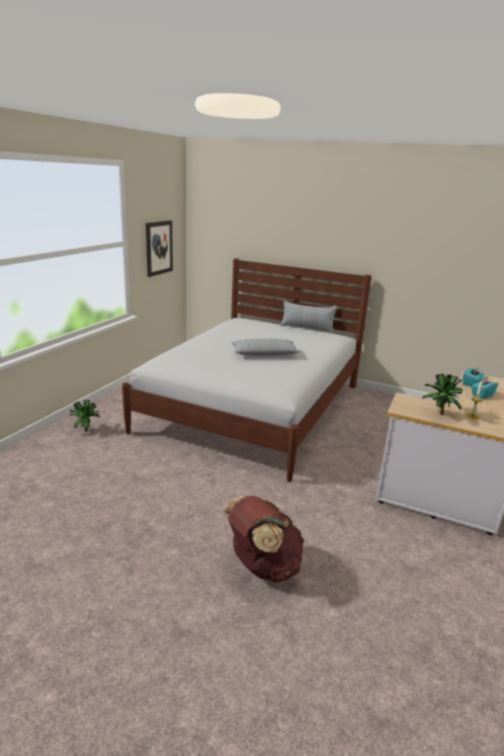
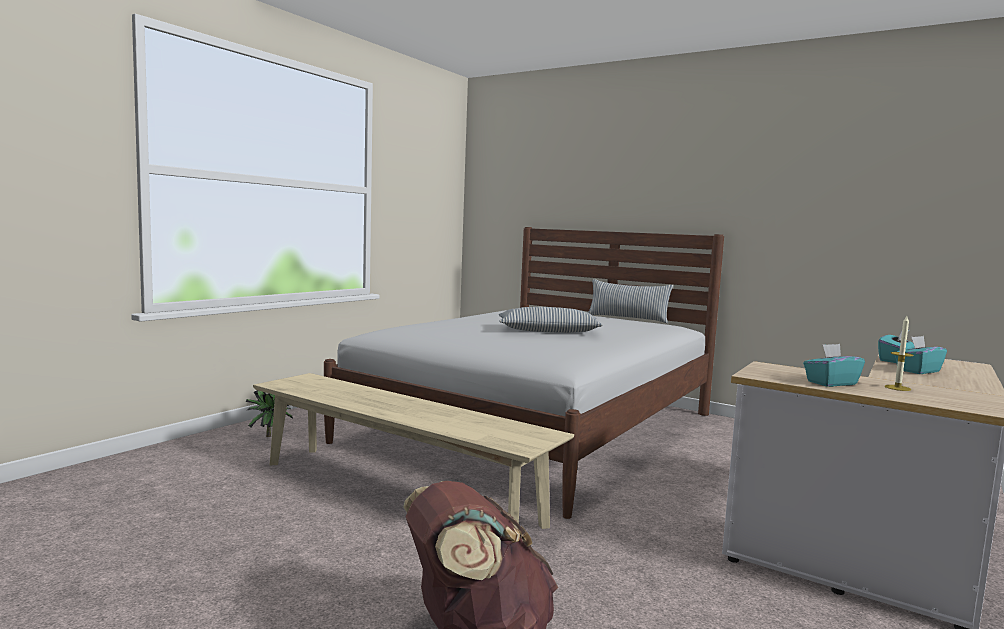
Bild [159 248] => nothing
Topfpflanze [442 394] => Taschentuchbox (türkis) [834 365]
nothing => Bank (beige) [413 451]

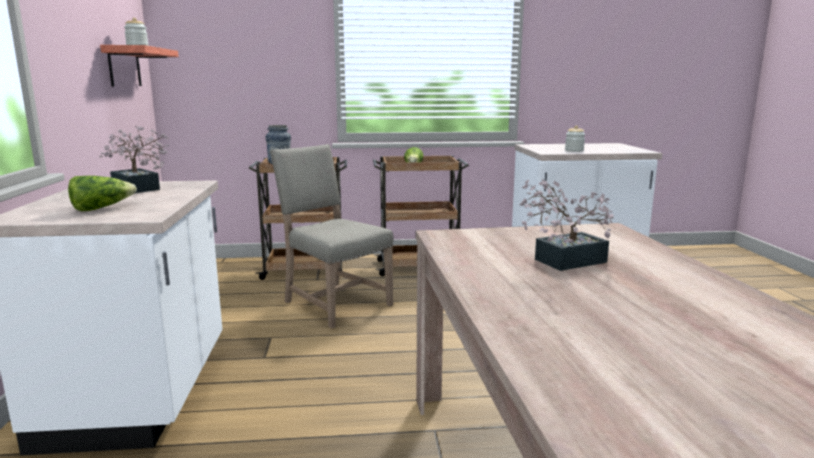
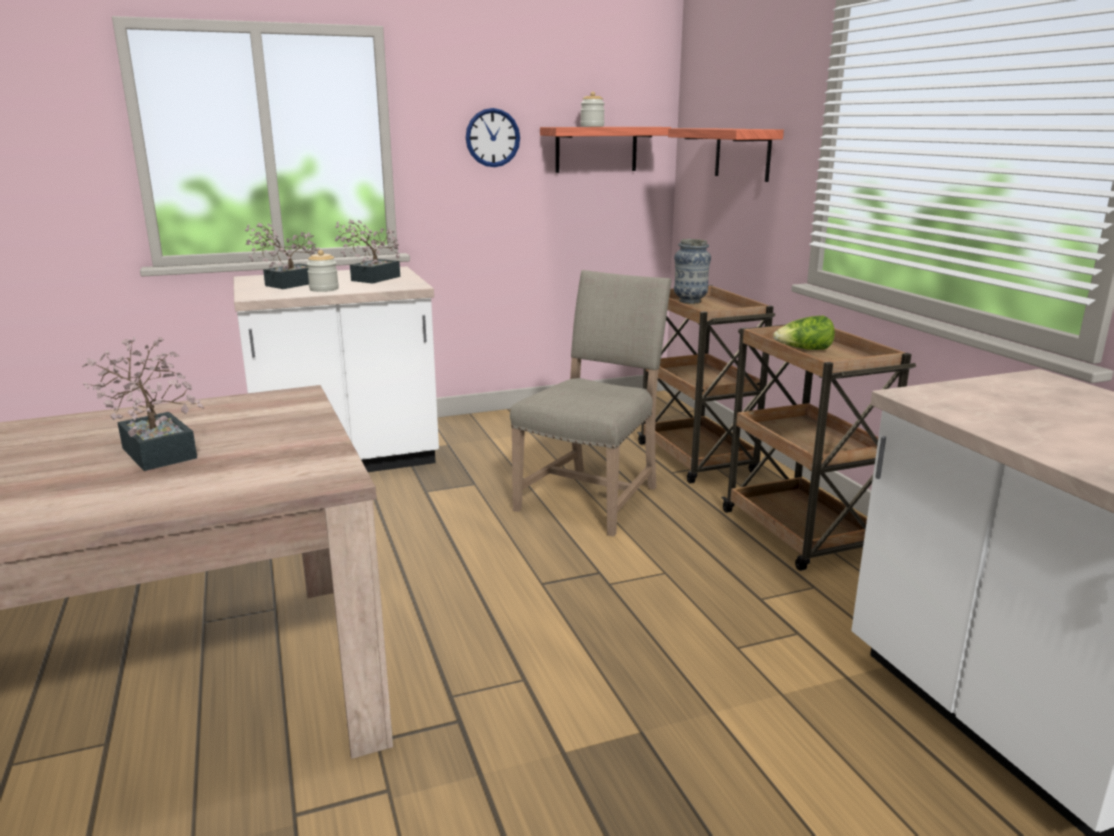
Vorratsglas [575 138] => Vorratsglas [323 271], move
Salatkopf [102 193] => Topfpflanze [282 255]
nothing => Wanduhr [493 137]
nothing => Wandregal [726 155]

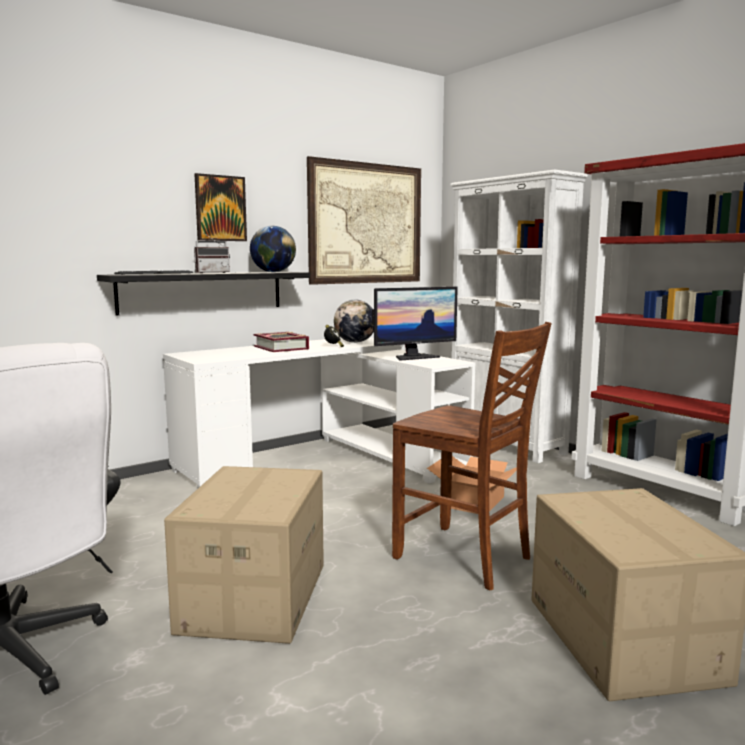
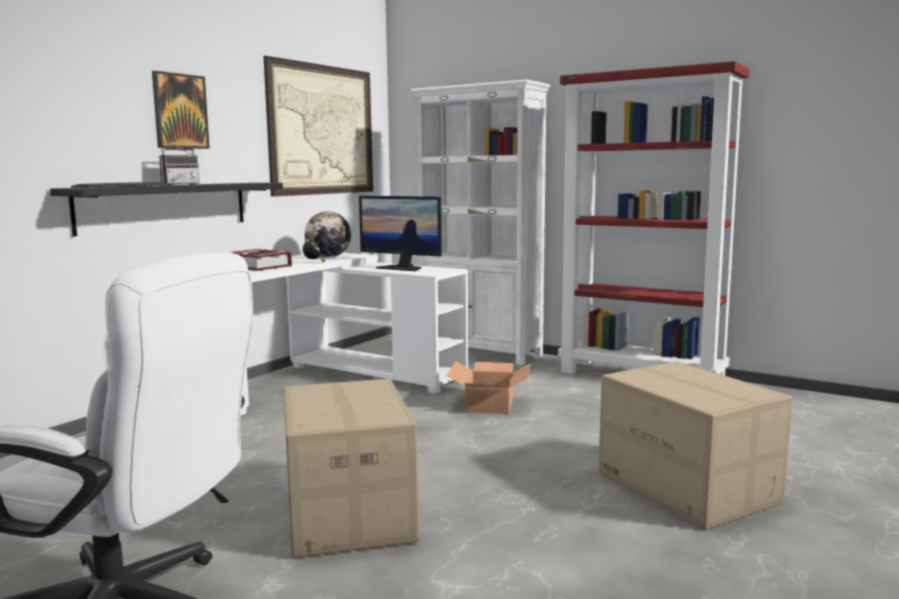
Globus [273 249] => nothing
Monitor [415 324] => Monitor [400 233], 75 degrees clockwise
Stuhl (braun) [472 456] => nothing

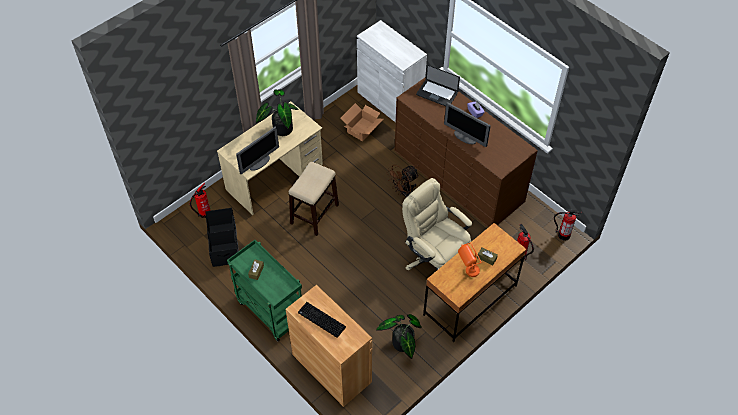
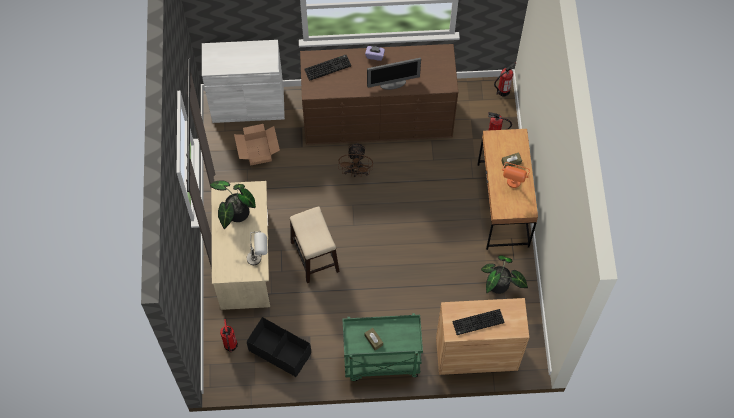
Laptop [438 85] => Tastatur [327 68]
Monitor [257 150] => Tischlampe (grau) [257 248]
Bürostuhl (beige) [437 224] => nothing

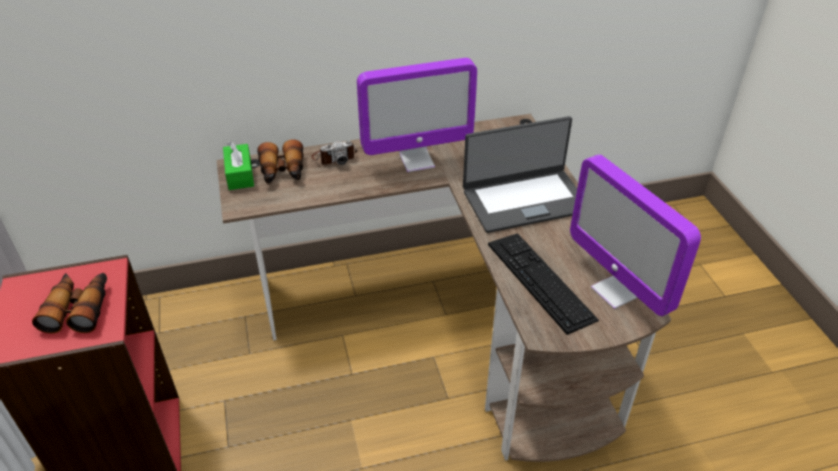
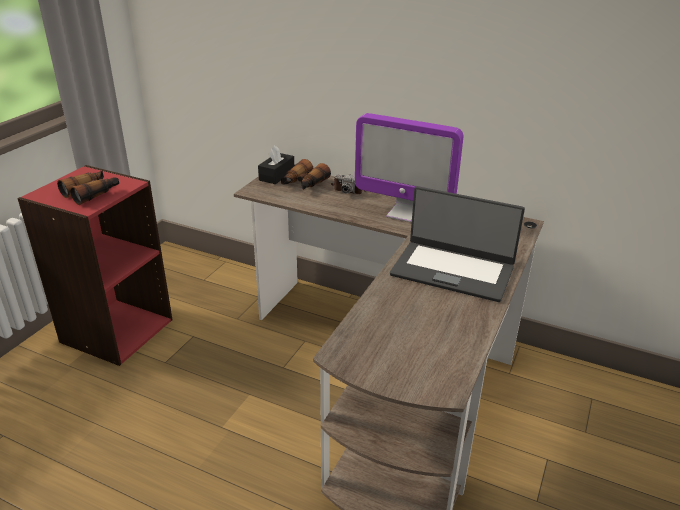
Taschentuchbox (grün) [238 165] => Taschentuchbox (schwarz) [276 164]
Monitor [635 235] => nothing
Tastatur [543 284] => nothing

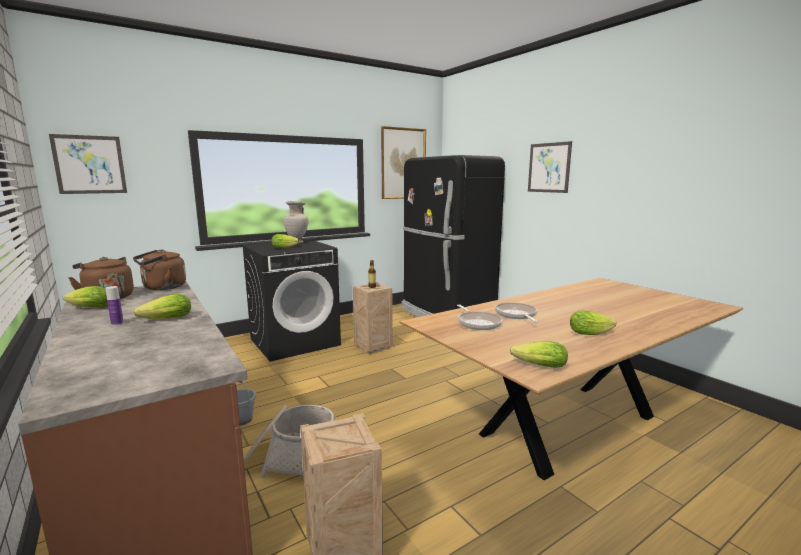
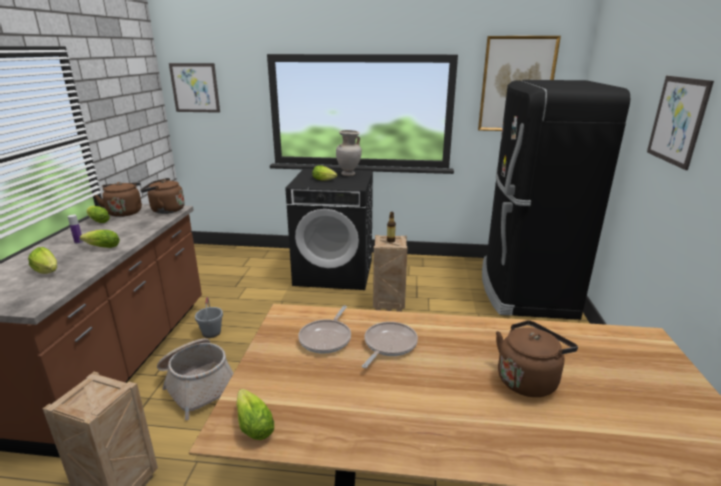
Salatkopf [593 322] => Salatkopf [42 260], move
nothing => Wasserkessel (braun) [537 358]

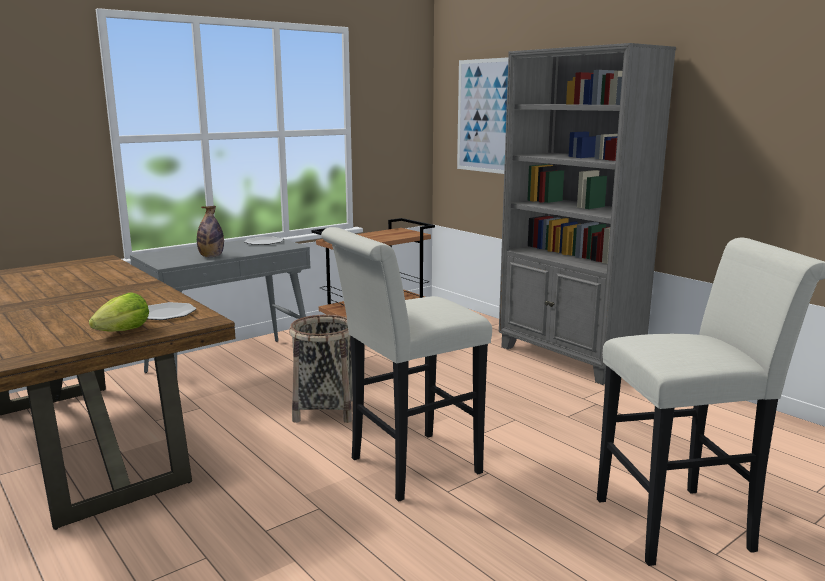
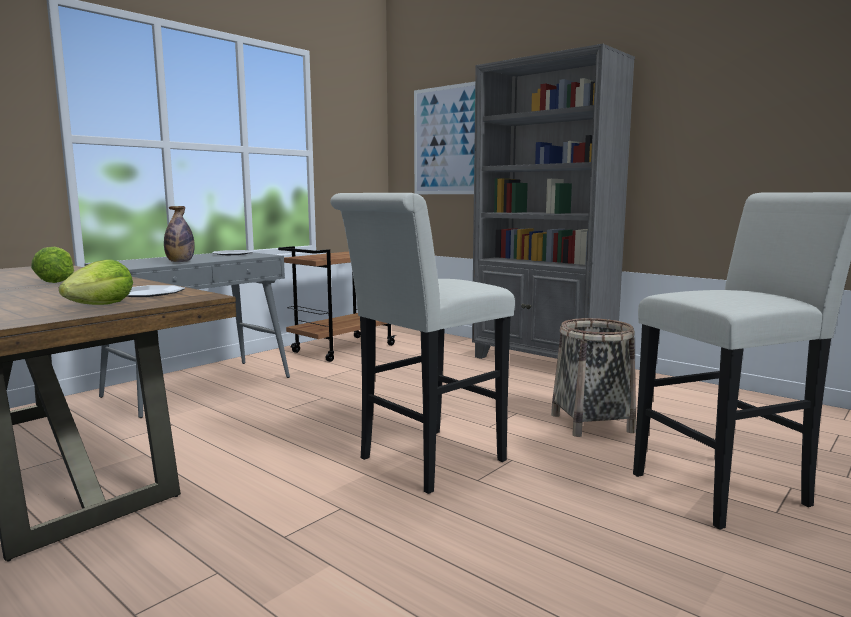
Korb [321 369] => Korb [593 377], move
nothing => Salatkopf [52 265]

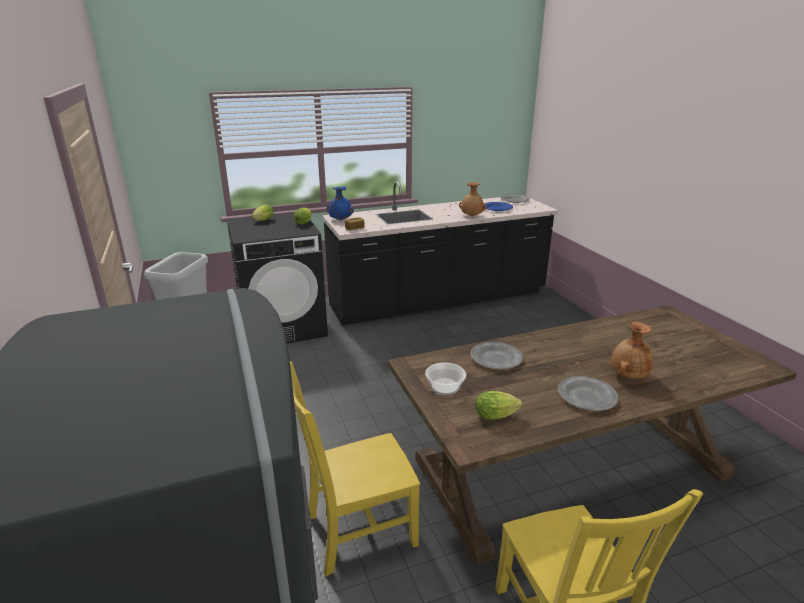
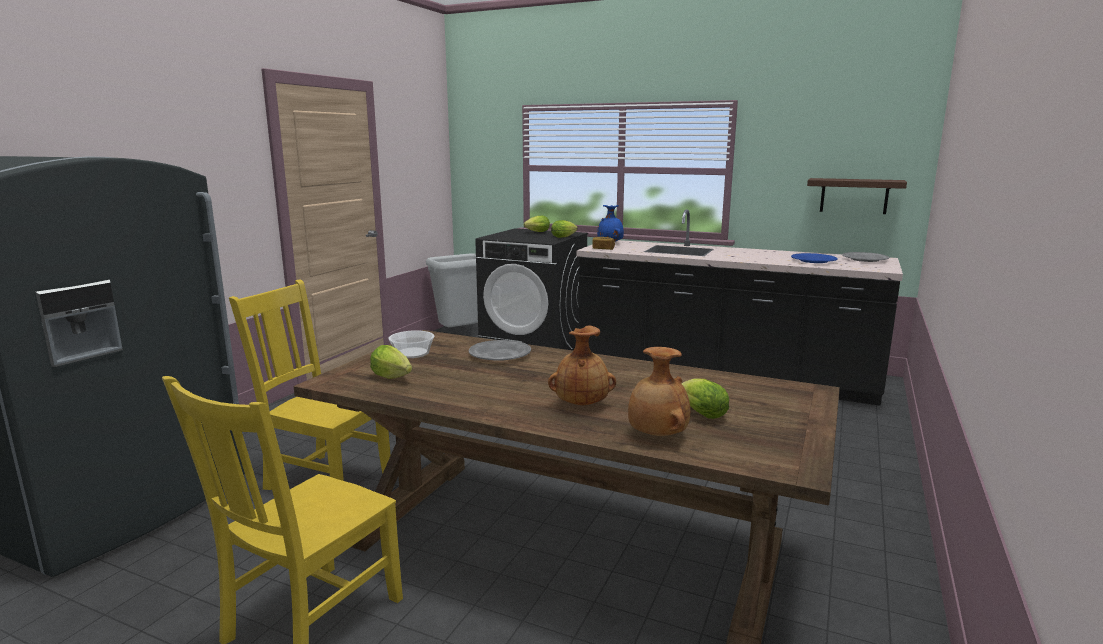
Vase (braun) [472 199] => Vase (braun) [659 391], move
Teller (grau) [588 393] => nothing
nothing => Wandregal [857 196]
nothing => Salatkopf [705 399]

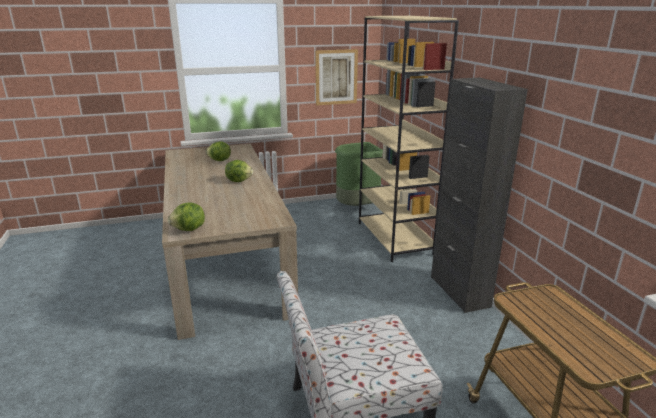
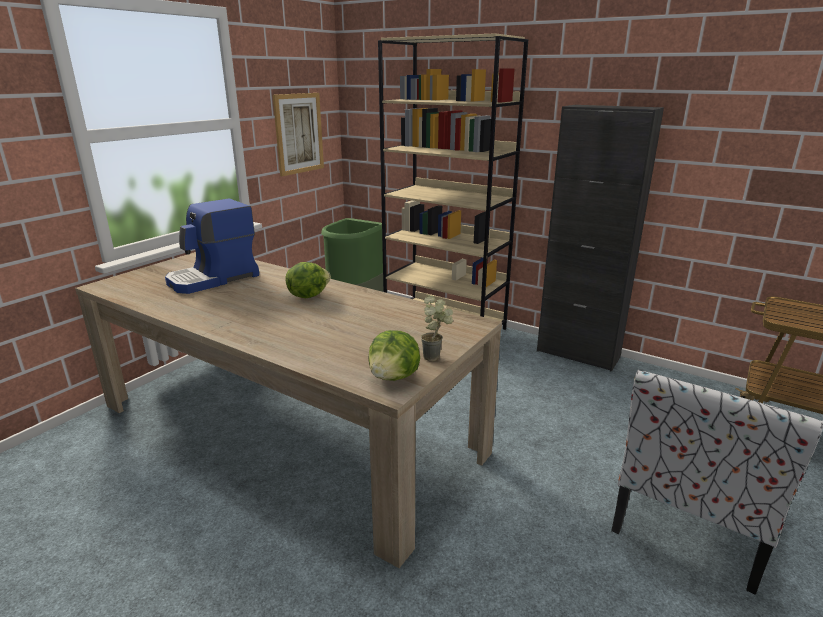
Salatkopf [218 151] => Kaffeemaschine [212 246]
nothing => Topfpflanze [437 328]

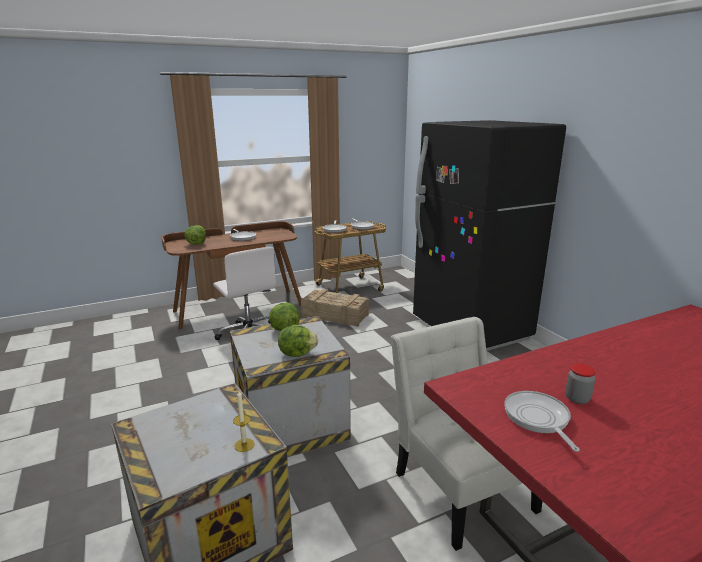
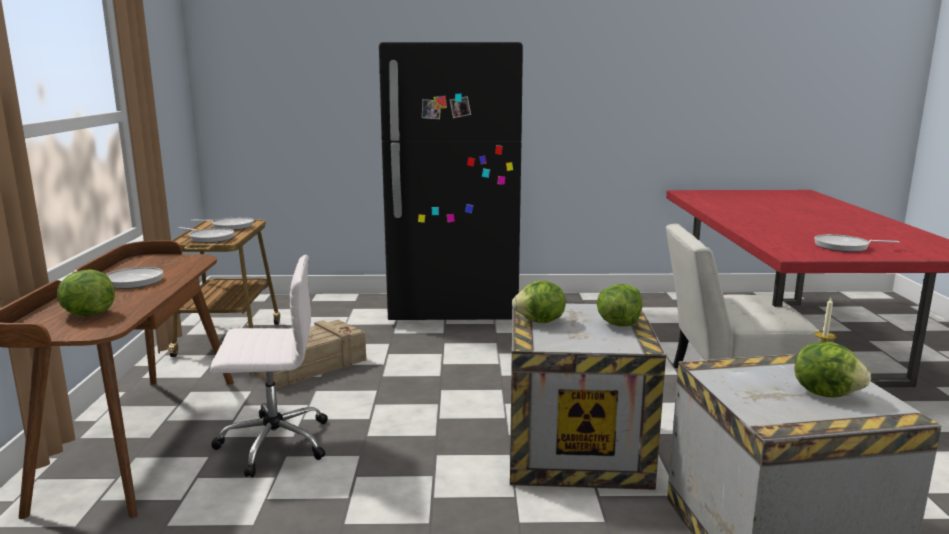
Vorratsglas [580 383] => nothing
nothing => Salatkopf [833 369]

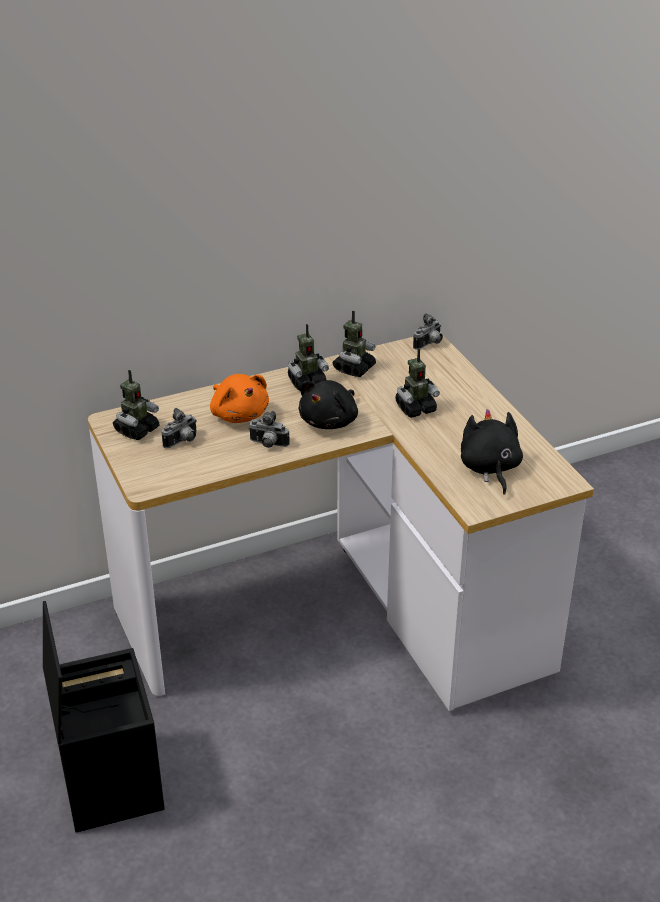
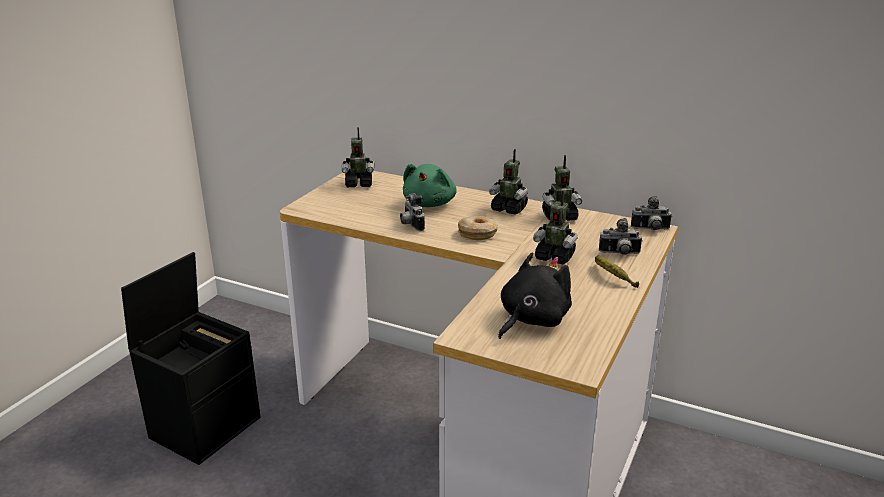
Plüschtier (orange) [239 398] => Plüschtier (grün) [430 185]
Plüschtier (schwarz) [328 404] => Donut [478 228]
Kamera [179 428] => Kamera [621 236], move
nothing => Banane [617 272]

